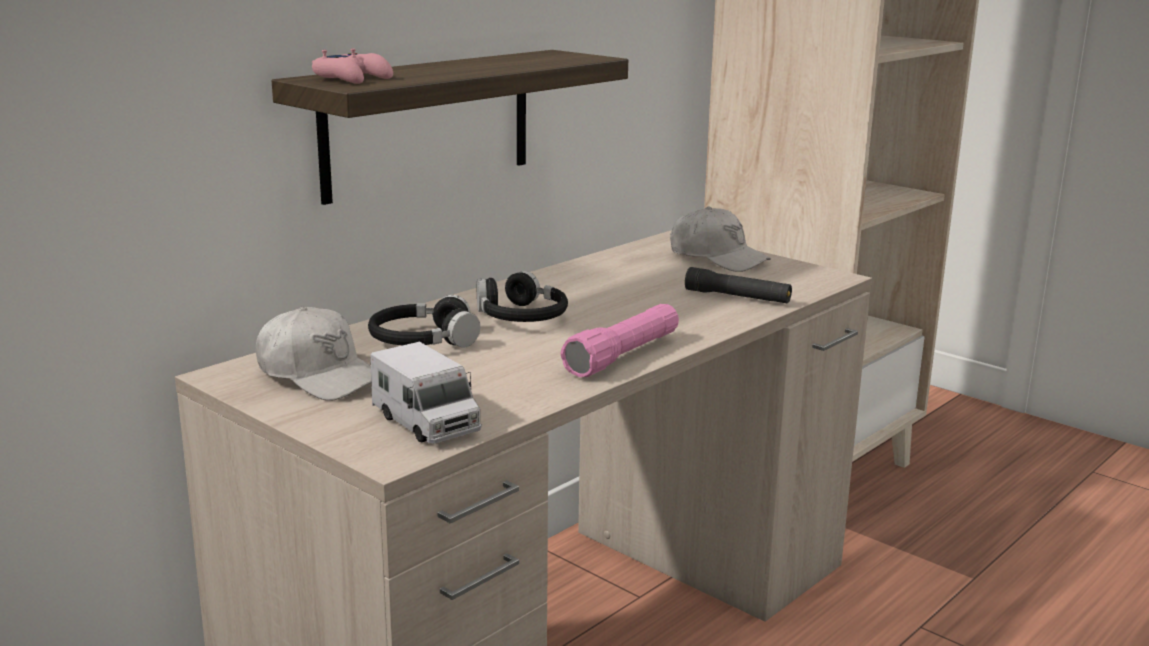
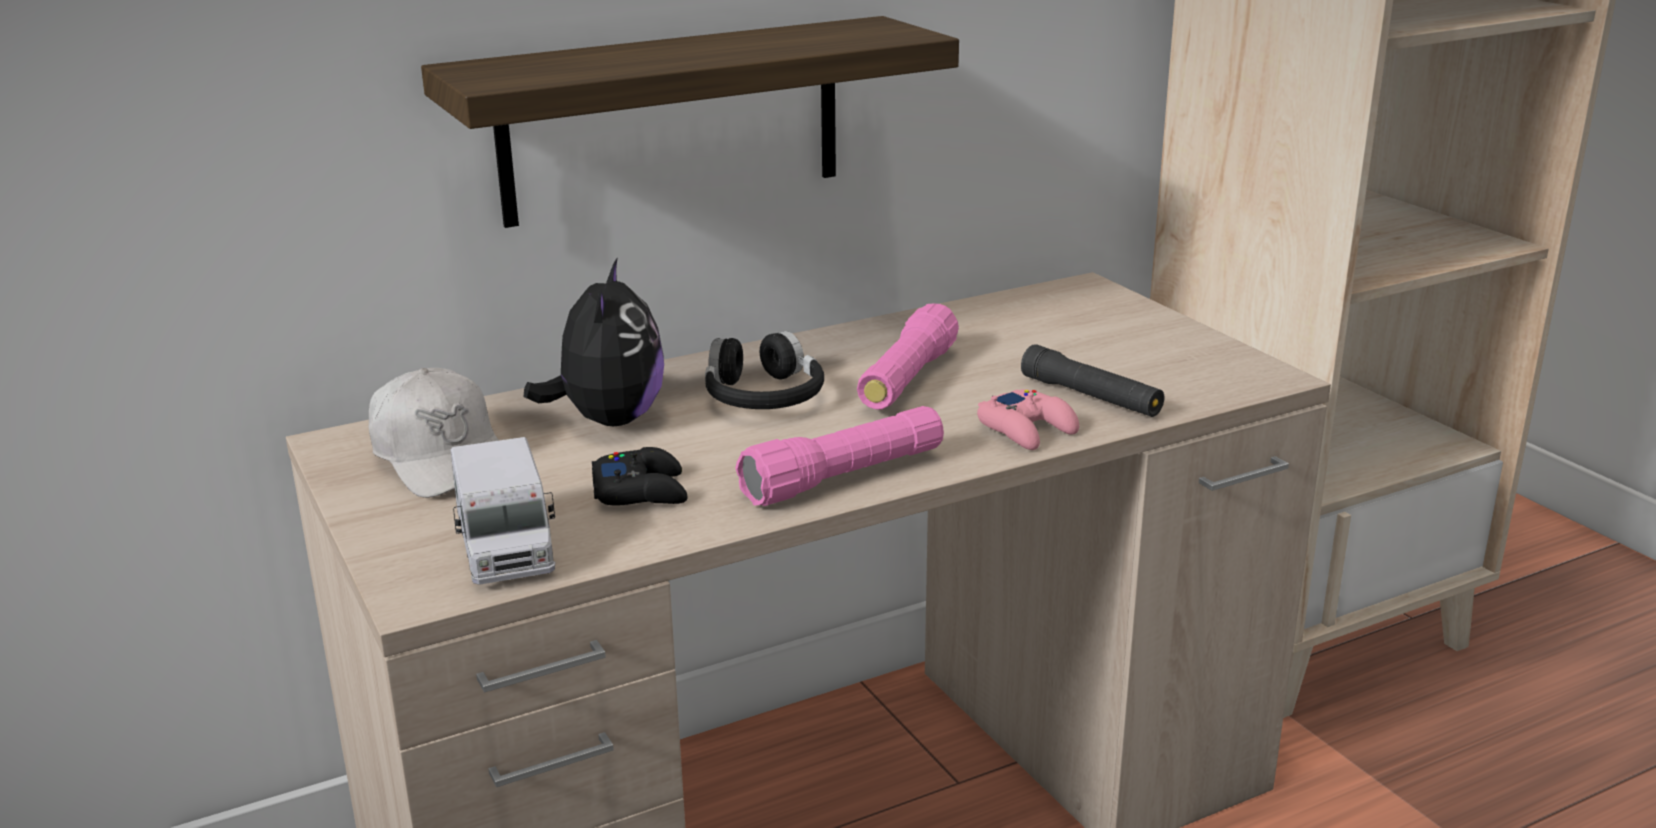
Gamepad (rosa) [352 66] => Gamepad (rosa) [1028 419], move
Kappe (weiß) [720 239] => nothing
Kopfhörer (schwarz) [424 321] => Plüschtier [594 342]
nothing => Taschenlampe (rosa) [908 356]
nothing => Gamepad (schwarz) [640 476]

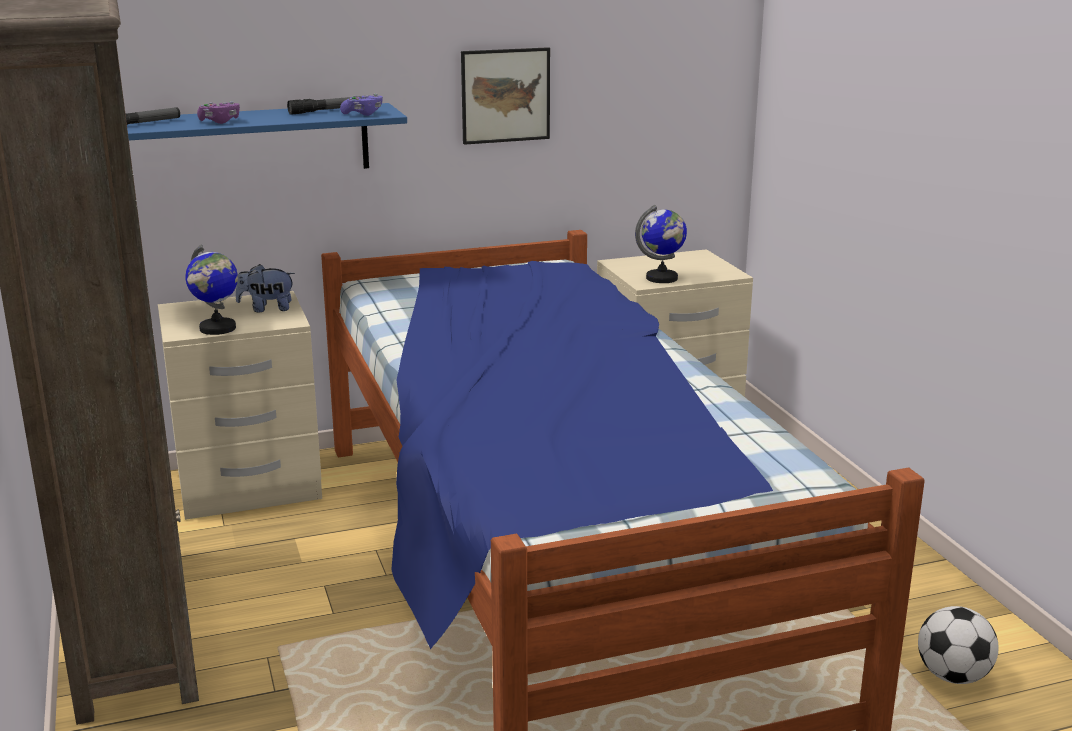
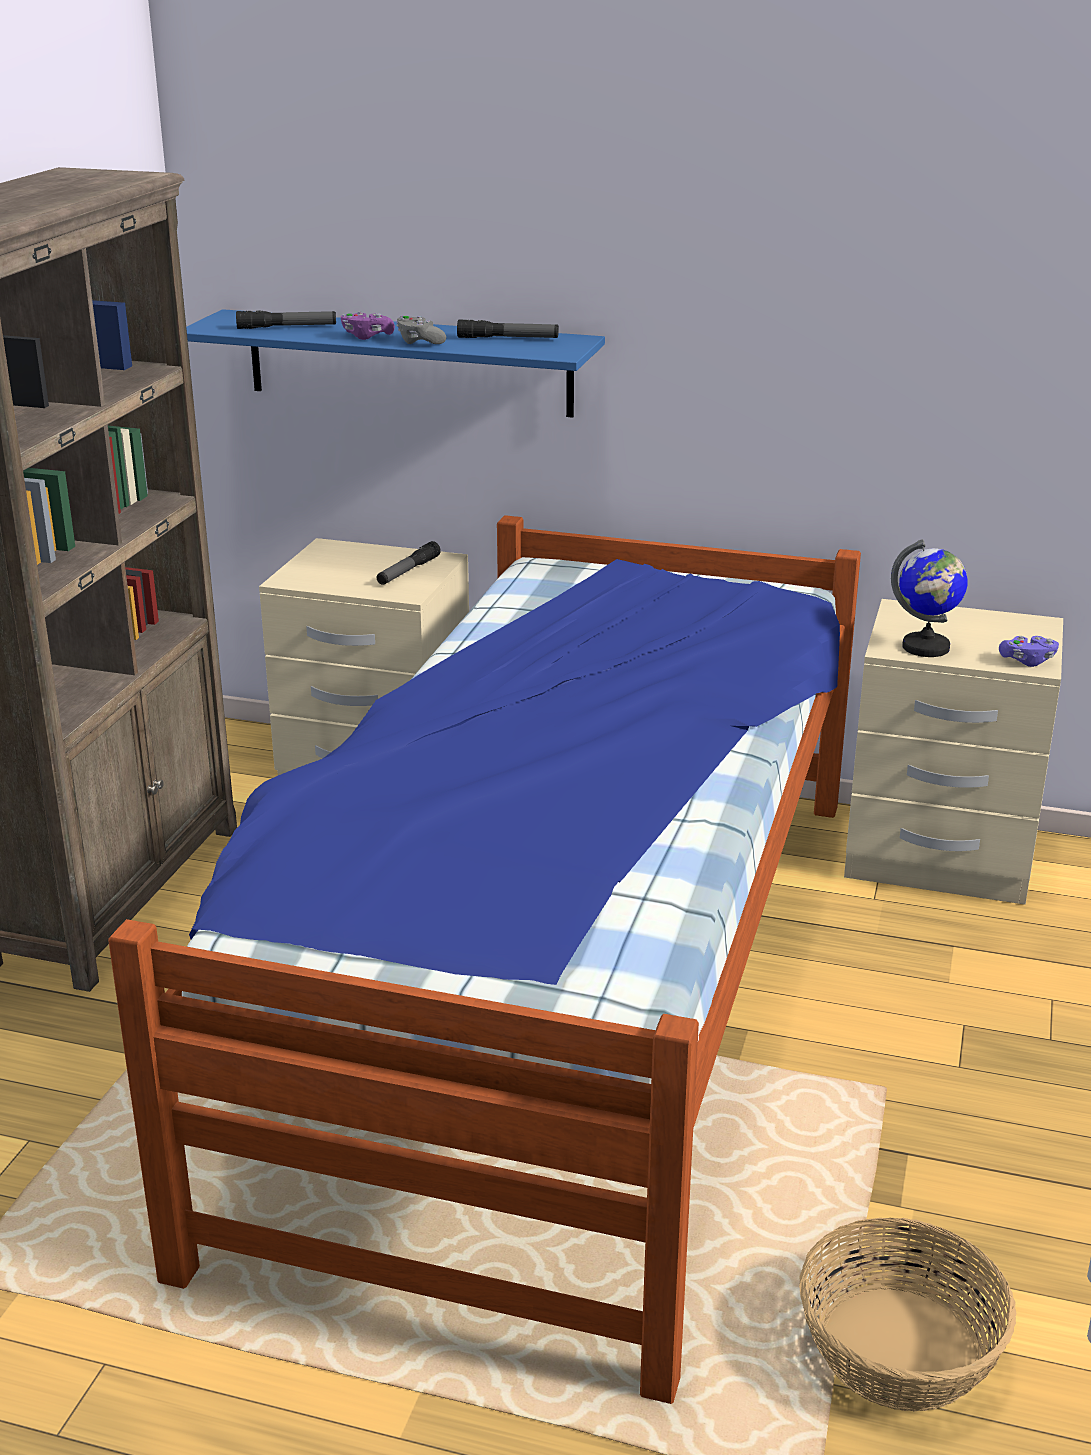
Bild [505 96] => nothing
Gamepad (lila) [361 105] => Gamepad (lila) [1029 651], move
Globus [211 289] => nothing
Plüschtier [265 288] => Taschenlampe [409 563]
Fußball [958 645] => Korb [908 1314]
nothing => Gamepad (grau) [421 330]

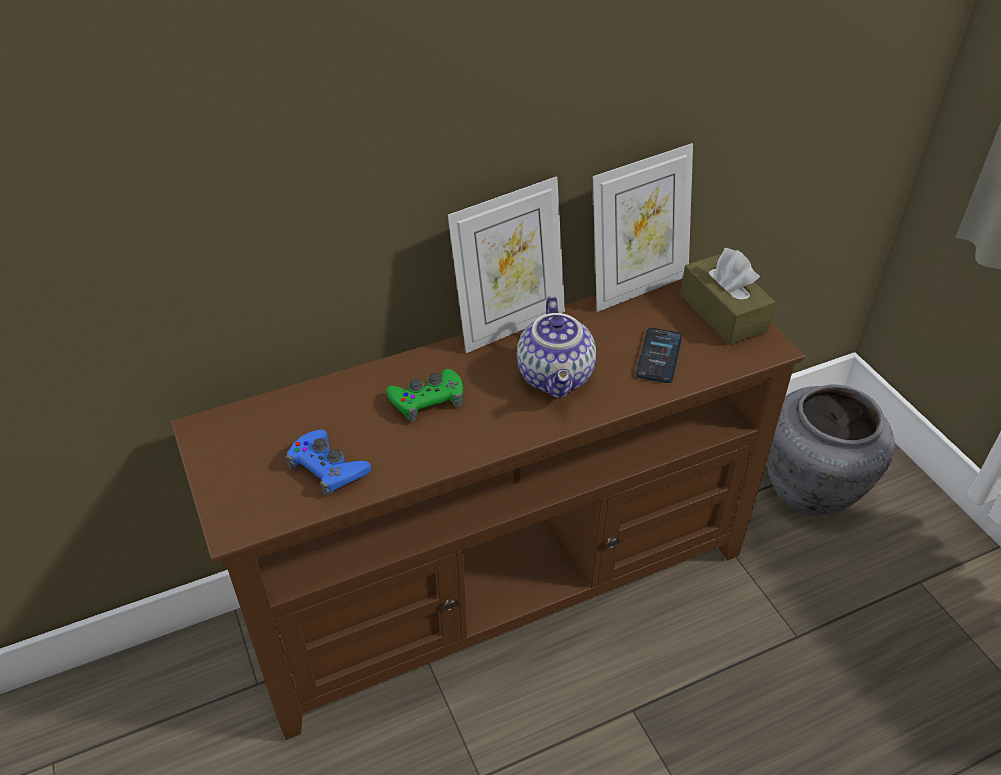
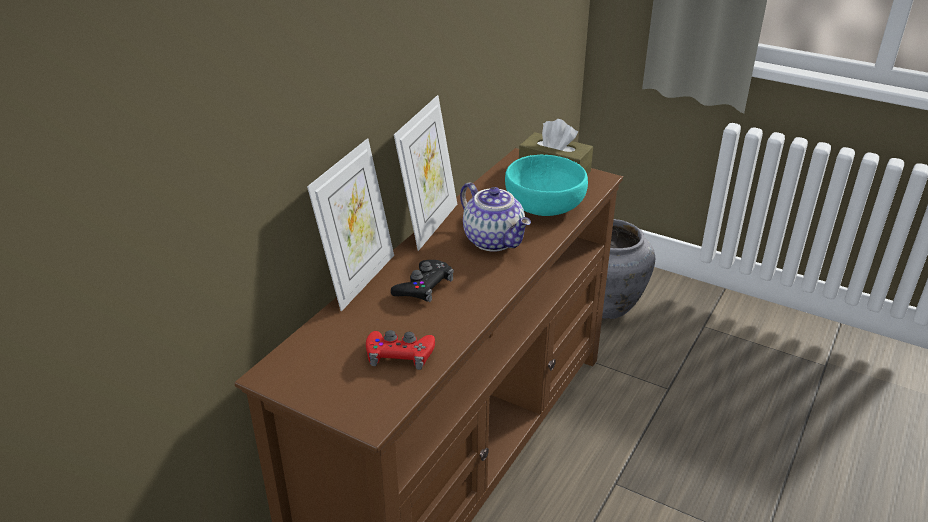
Bilderrahmen [643 227] => Bilderrahmen [350 224], move
Handy [659 355] => Schüssel (türkis) [546 185]
Gamepad (grün) [424 395] => Gamepad (schwarz) [422 281]
Gamepad (blau) [328 463] => Gamepad (rot) [400 350]

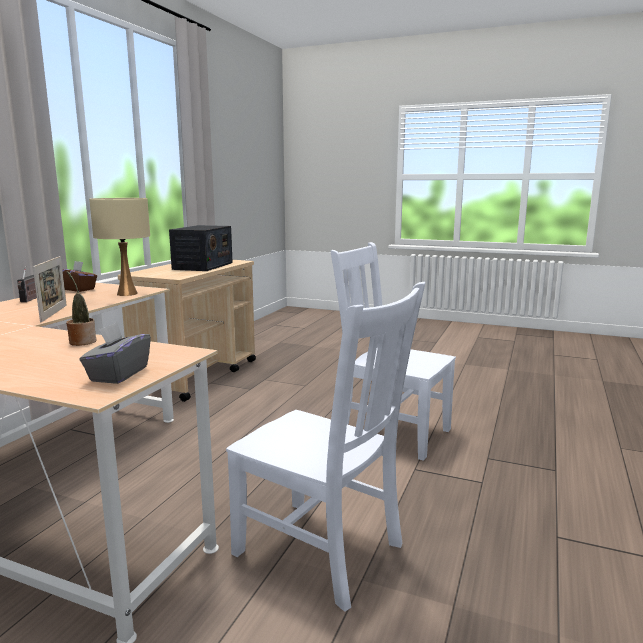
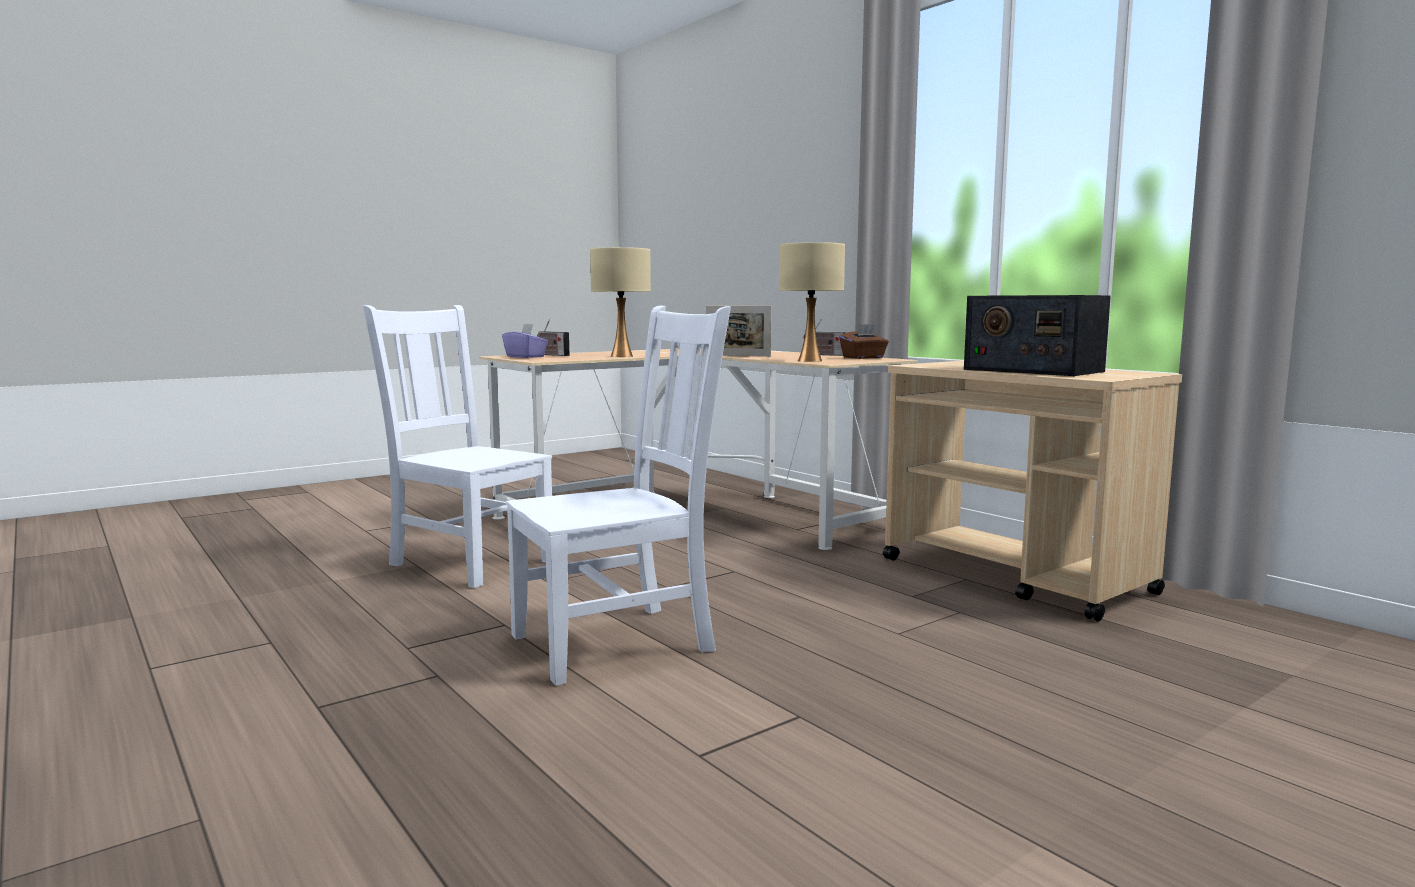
Topfpflanze [81 308] => Tischlampe (beige) [620 302]
Stuhl (weiß) [325 447] => Stuhl (weiß) [457 446], 60 degrees clockwise
Taschentuchbox (grau) [115 353] => Taschentuchbox (lila) [525 341]
nothing => Radio [553 337]

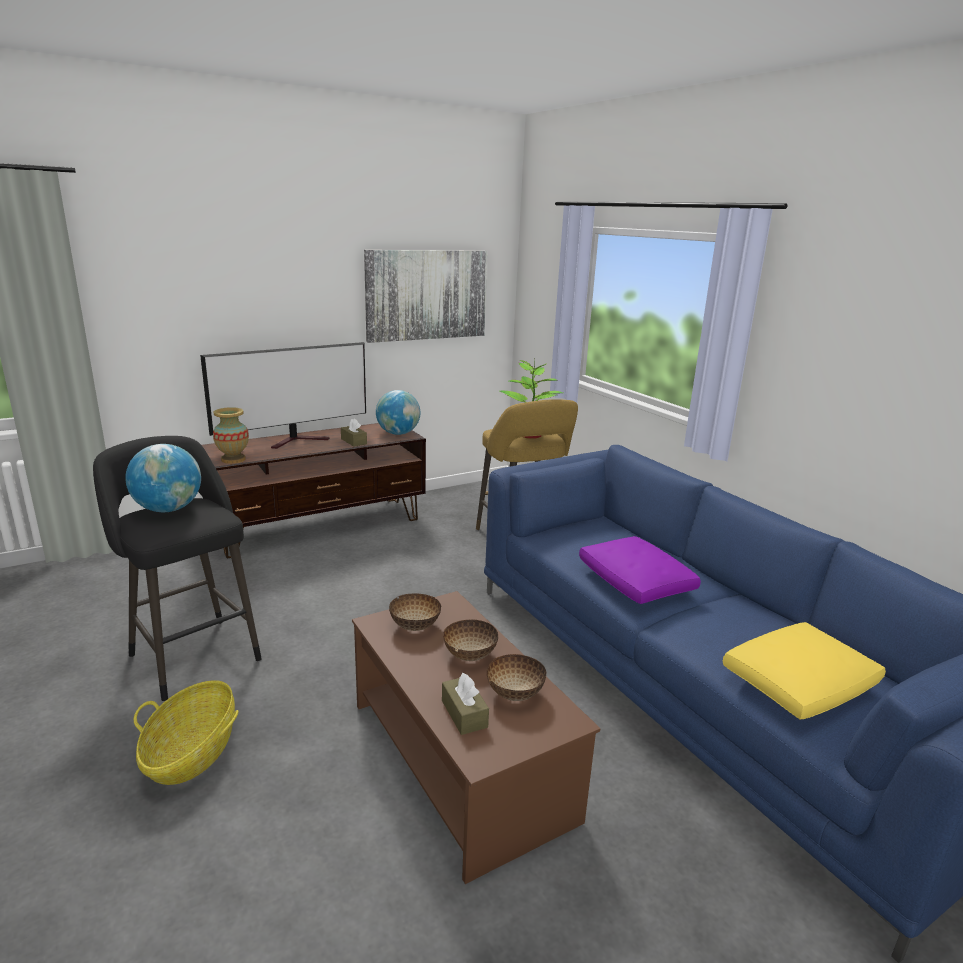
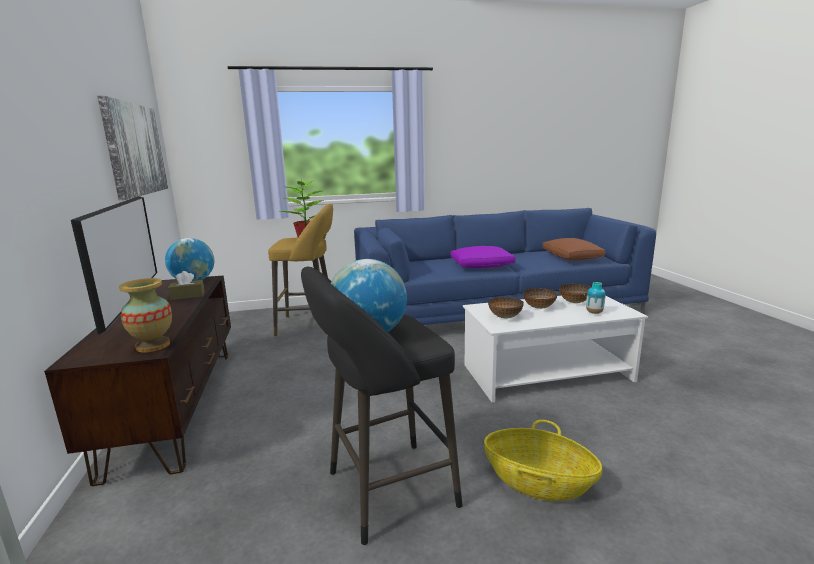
Couchtisch (braun) [476 737] => Couchtisch (weiß) [555 349]
Kissen (gelb) [804 671] => Kissen (braun) [573 249]
Taschentuchbox (braun) [465 704] => Vase [595 298]

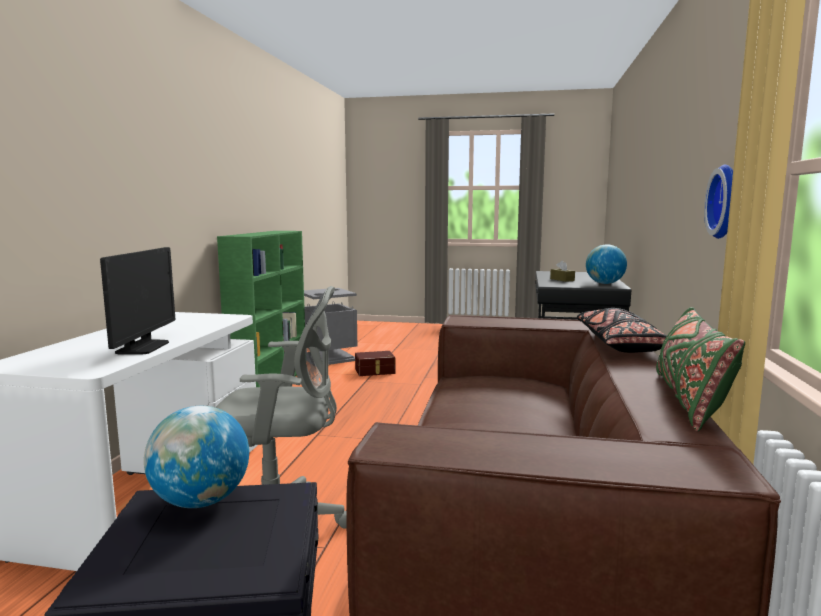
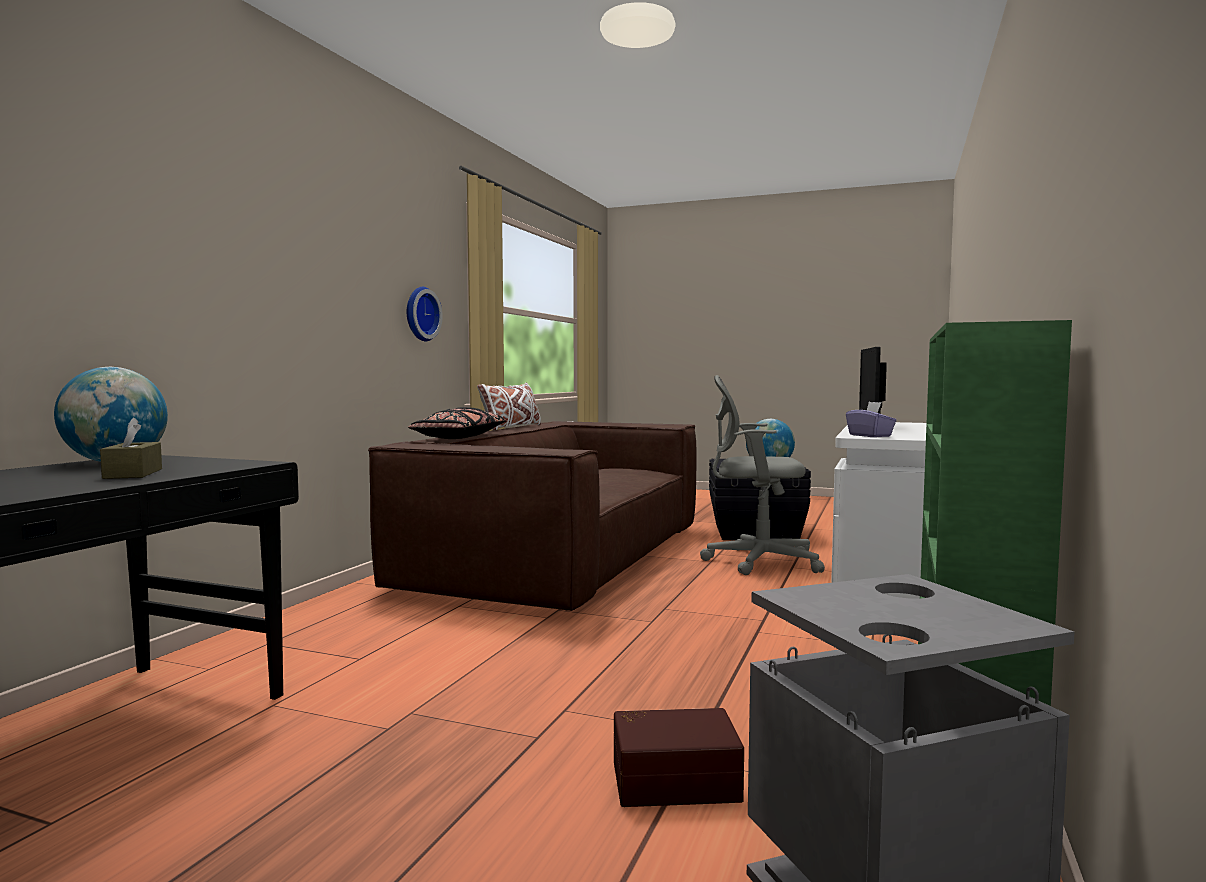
Kissen (grün) [700 369] => Kissen (weiß) [509 406]
nothing => Taschentuchbox (lila) [871 419]

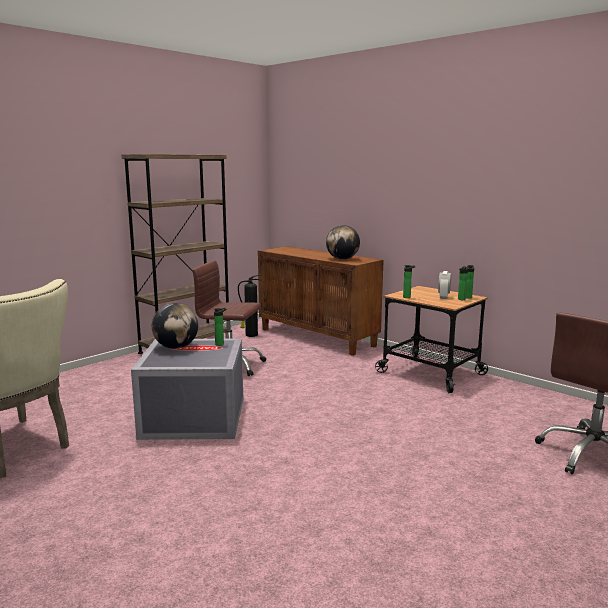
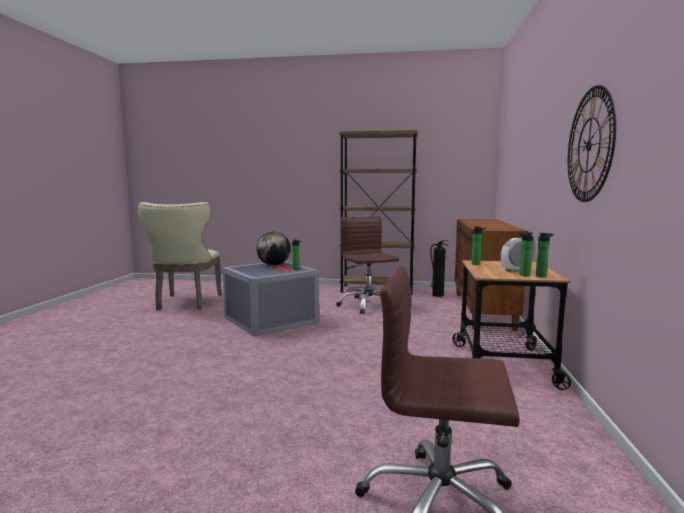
Globus [343 242] => nothing
nothing => Wanduhr [592 143]

